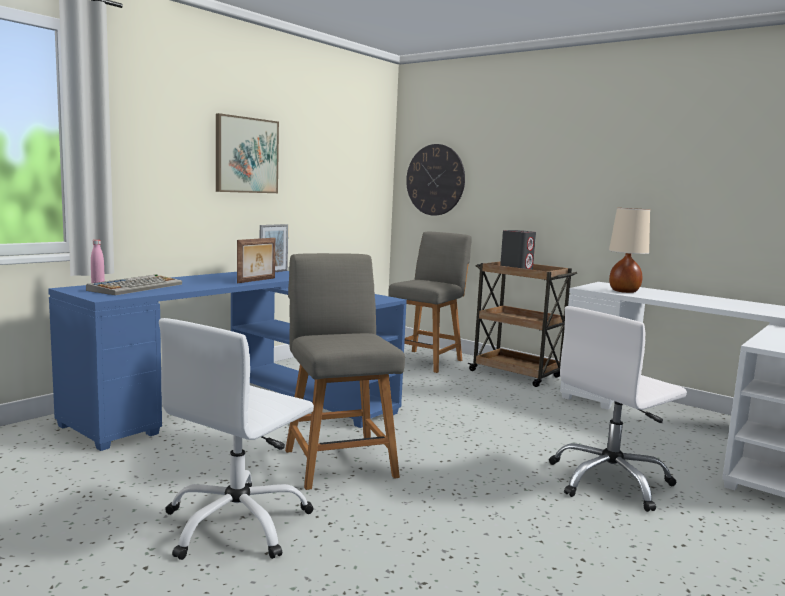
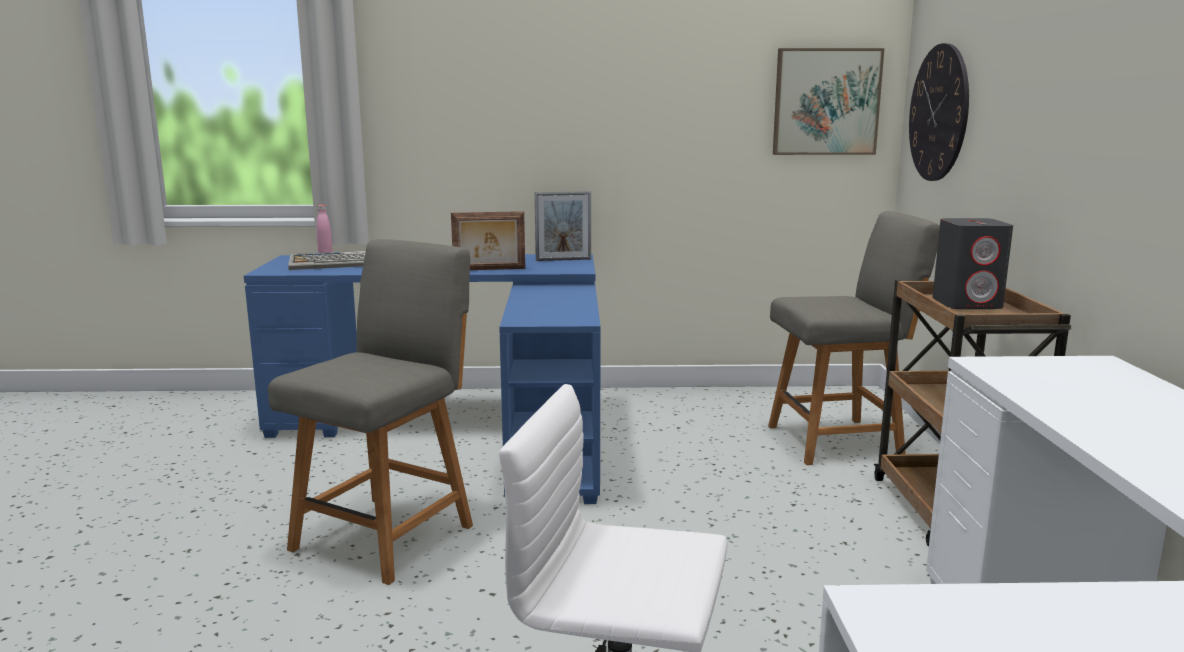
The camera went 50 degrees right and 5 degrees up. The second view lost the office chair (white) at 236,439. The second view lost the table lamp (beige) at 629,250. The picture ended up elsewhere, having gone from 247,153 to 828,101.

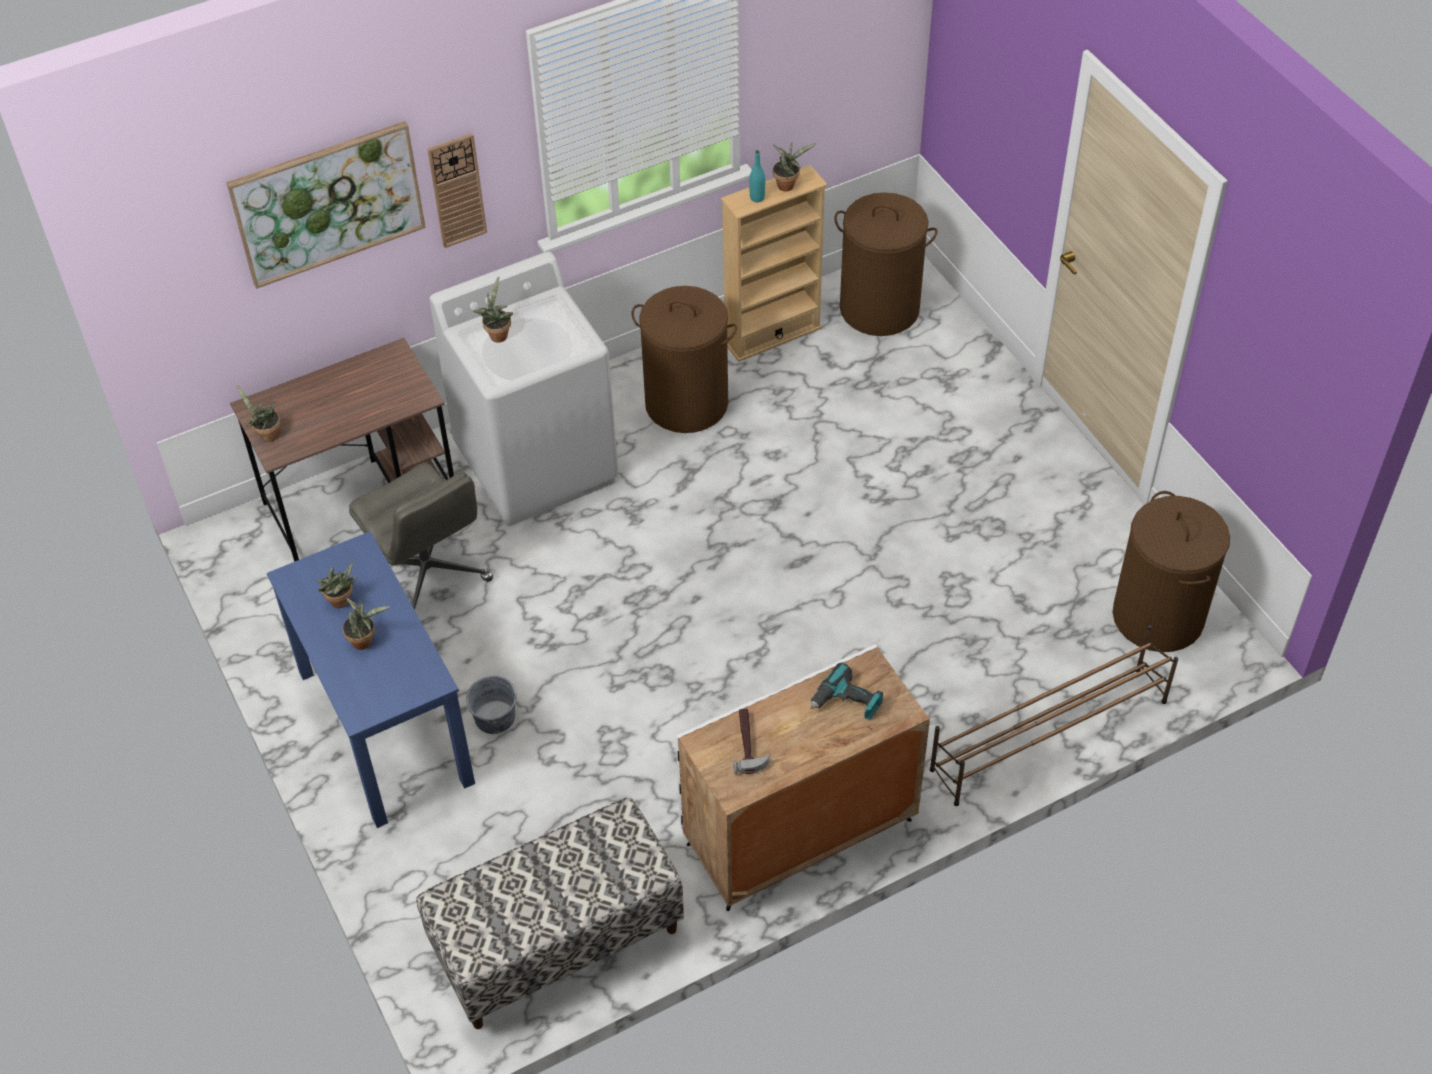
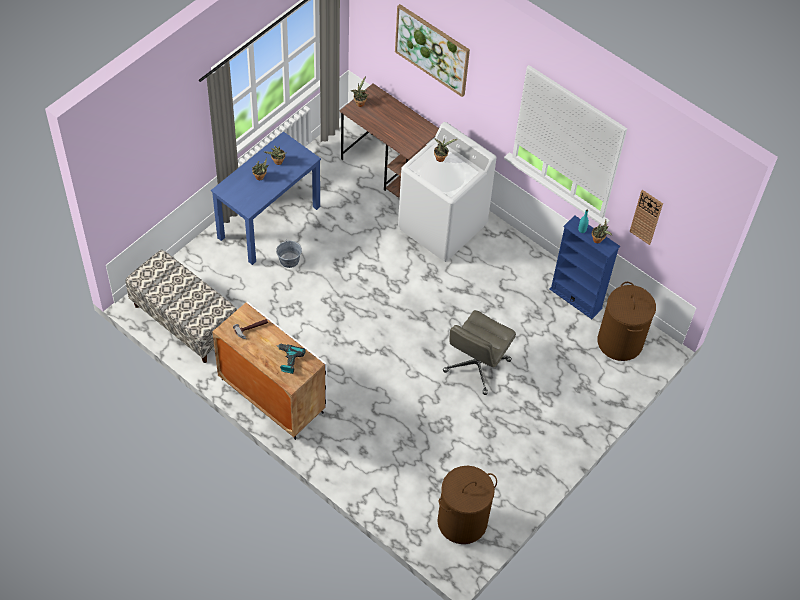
The camera went 65 degrees right and 5 degrees up. The second view lost the laundry basket (brown) at 684,359. The second view lost the shoe rack (brown) at 1054,715. The office chair (grey) ended up elsewhere, having gone from 421,536 to 479,352. The wall clock ended up elsewhere, having gone from 457,190 to 646,217. What was the bookcase (beige) at 774,263 turned into the bookcase (blue) at 585,267.

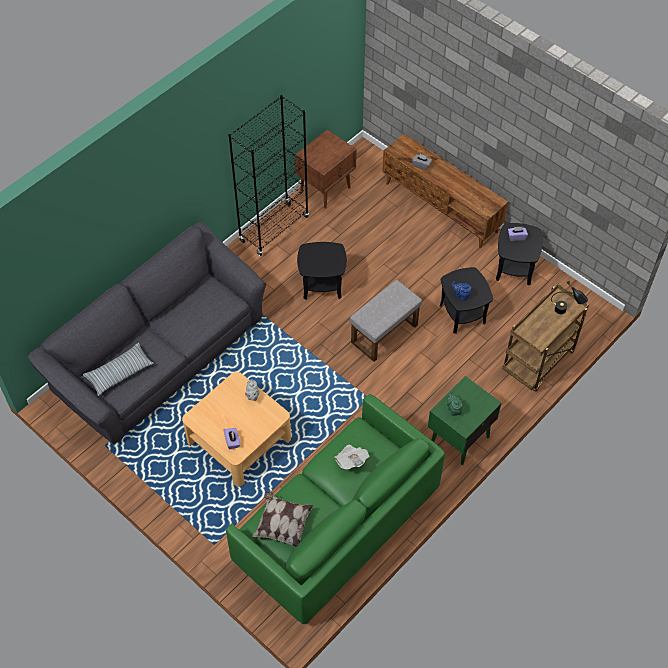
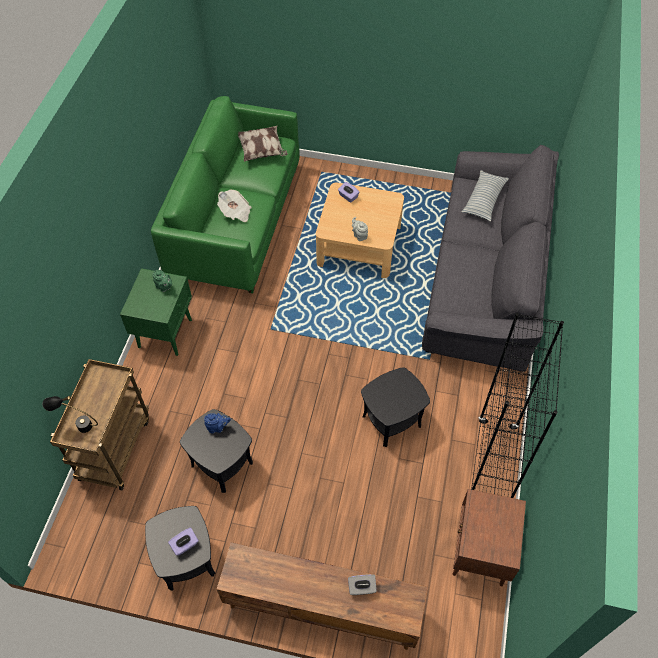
The camera went 150 degrees right and 0 degrees up. The second view lost the ottoman (grey) at 386,321.

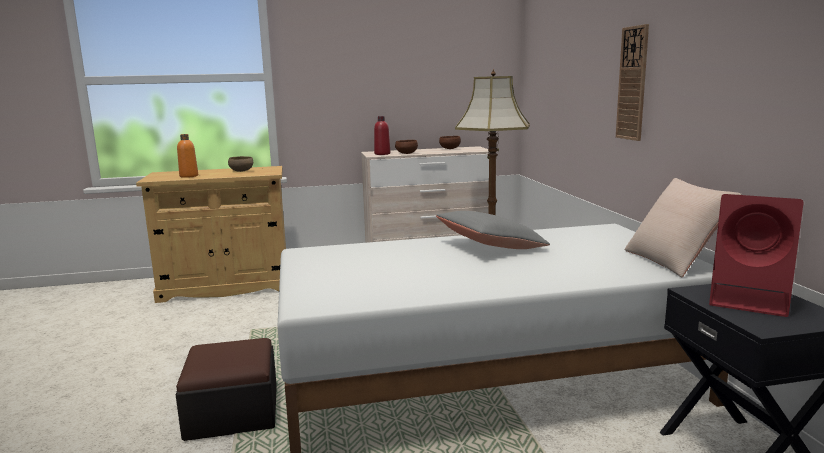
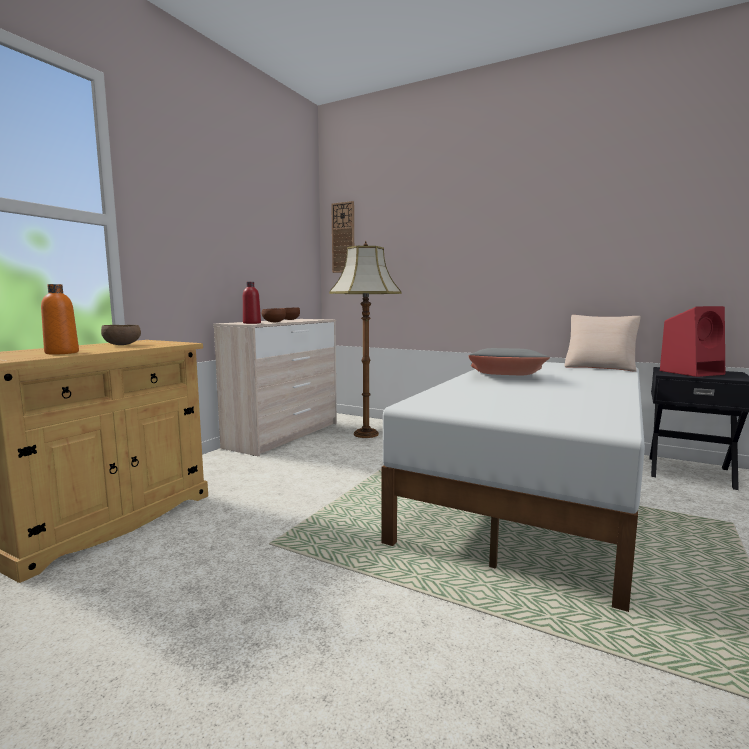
The camera went 50 degrees left and 5 degrees down. The second view lost the ottoman at 226,389. The wall clock ended up elsewhere, having gone from 632,82 to 342,237.

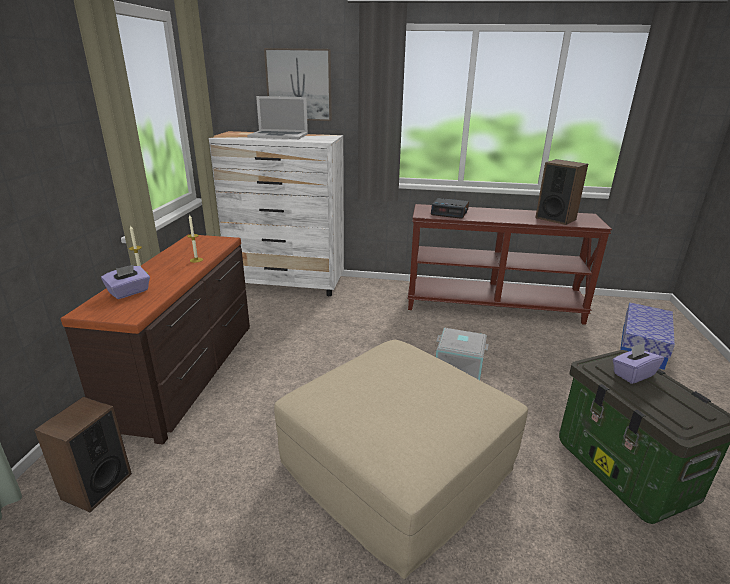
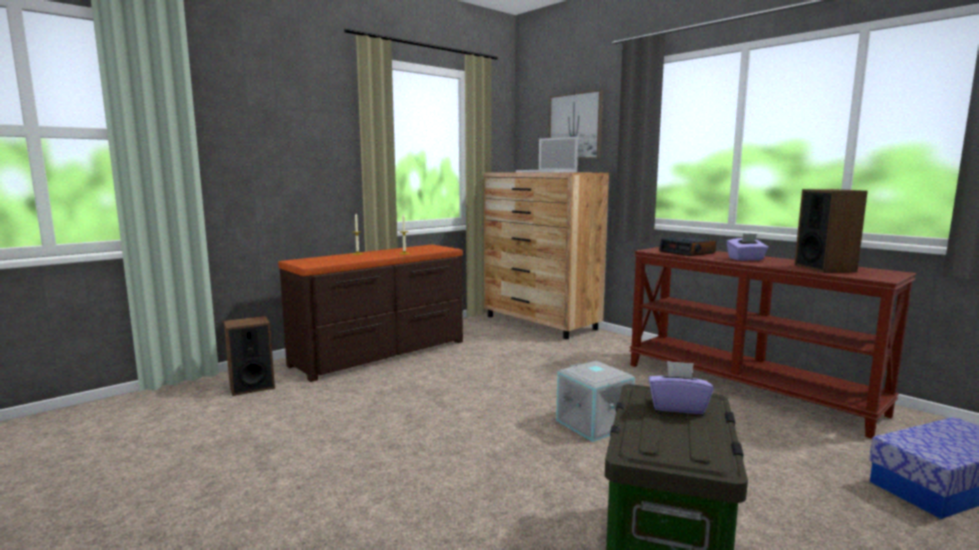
The camera went 40 degrees right and 15 degrees down. The second view lost the ottoman (beige) at 401,459. The tissue box (purple) ended up elsewhere, having gone from 125,281 to 747,247. What was the dresser (white) at 276,213 turned into the dresser (brown) at 546,255.

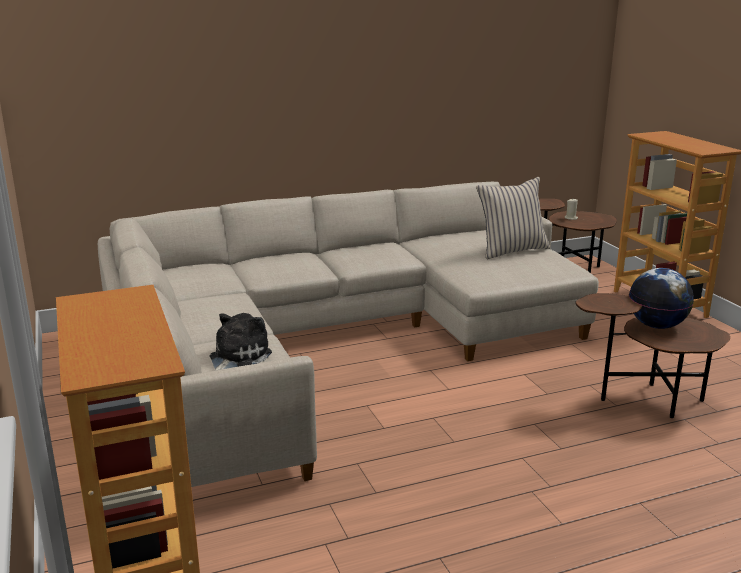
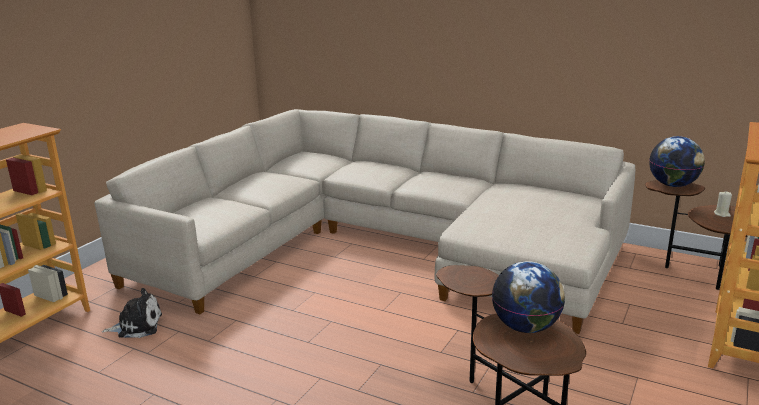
The camera went 50 degrees right and 0 degrees up. The second view lost the pillow (beige) at 513,218. The second view gained the globe at 677,161. The plush toy ended up elsewhere, having gone from 241,342 to 132,313.

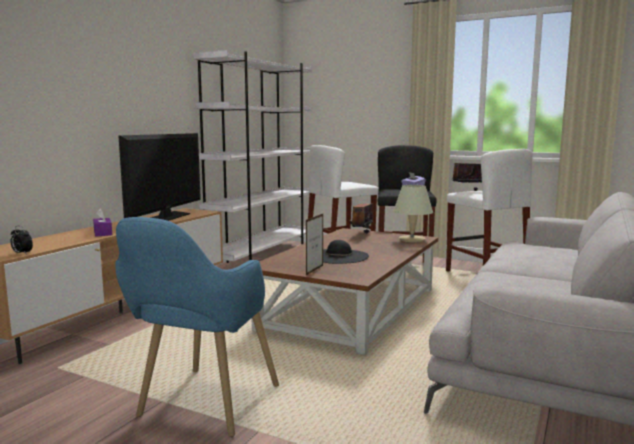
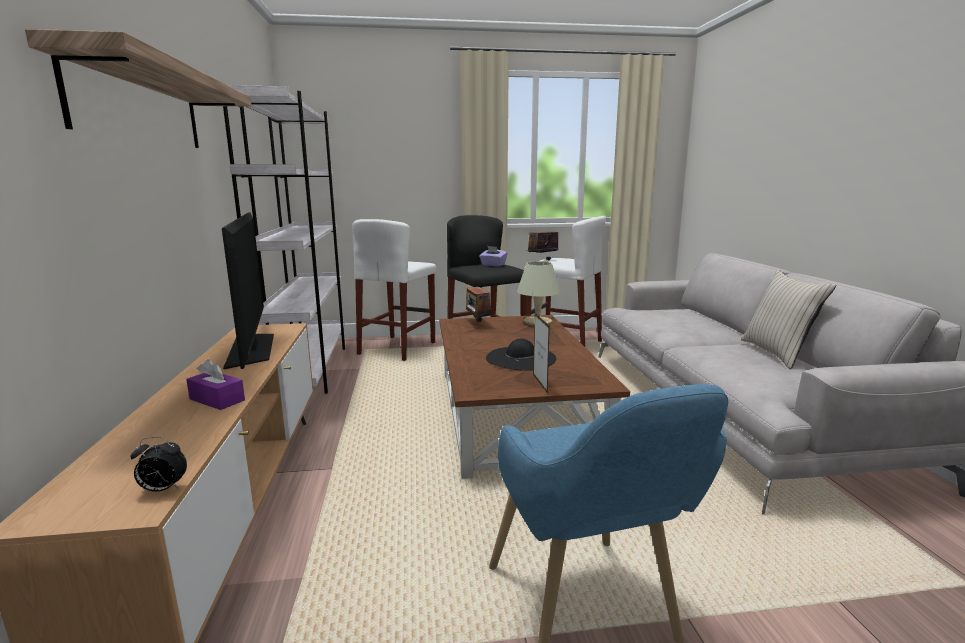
The camera went 35 degrees left and 5 degrees up. The second view gained the shelf at 138,88. The second view gained the pillow (beige) at 788,319.

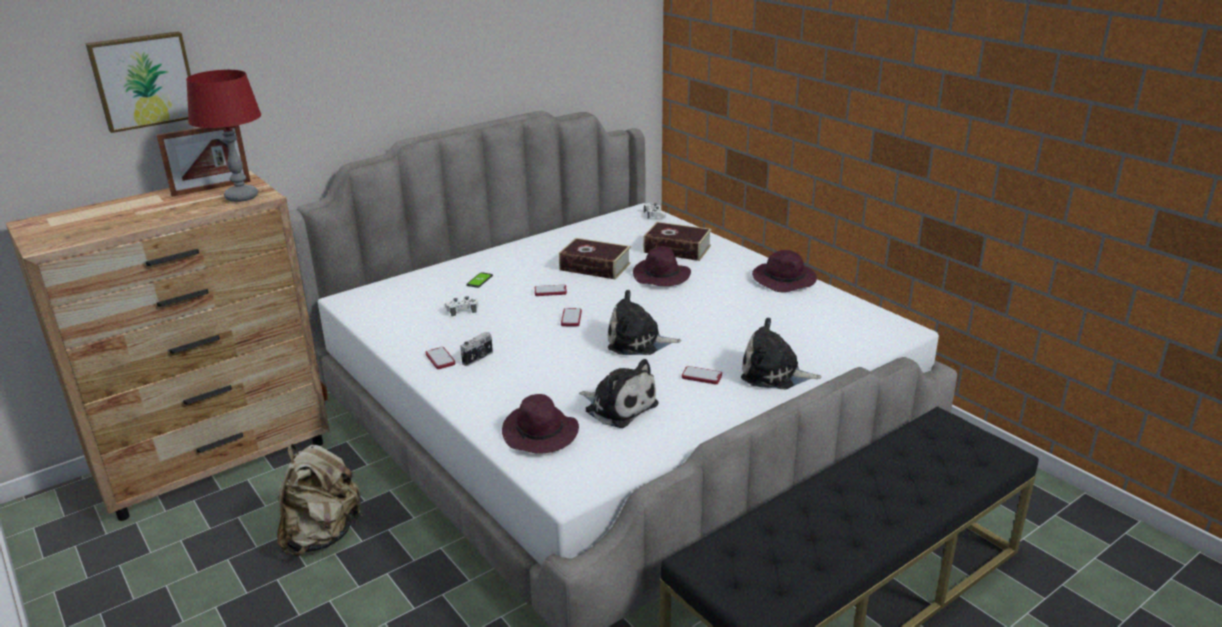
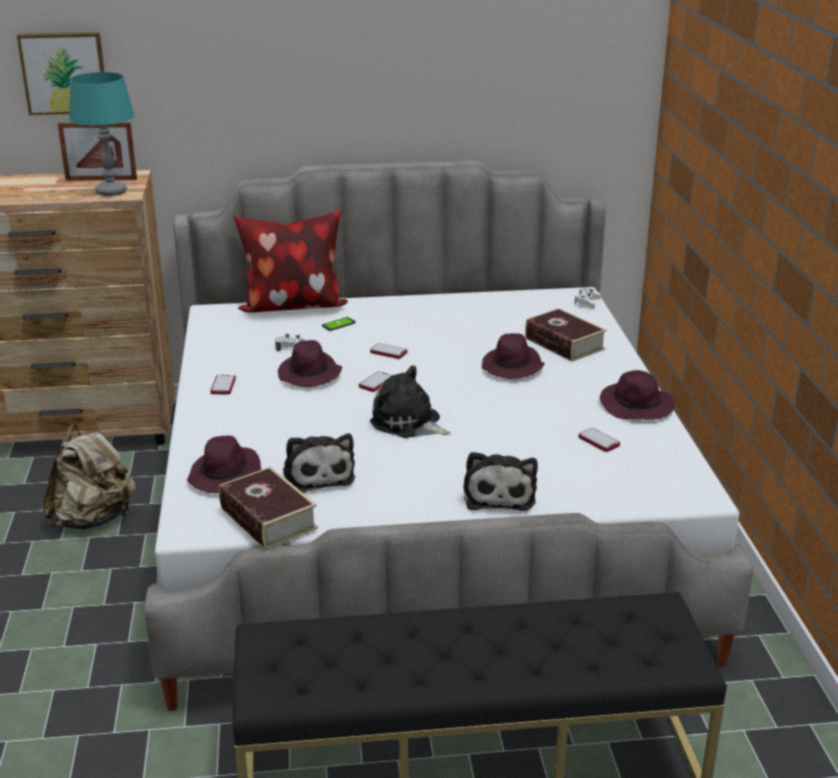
The camera went 30 degrees right and 0 degrees up. The second view lost the photo camera at 477,349. The second view gained the pillow at 290,261. The second view gained the hat (purple) at 310,363. The book ended up elsewhere, having gone from 595,259 to 268,508. The phone ended up elsewhere, having gone from 702,375 to 599,440. What was the table lamp (red) at 223,136 turned into the table lamp (turquoise) at 102,134. The plush toy at 781,353 ended up facing another way, 135 degrees counterclockwise from before.

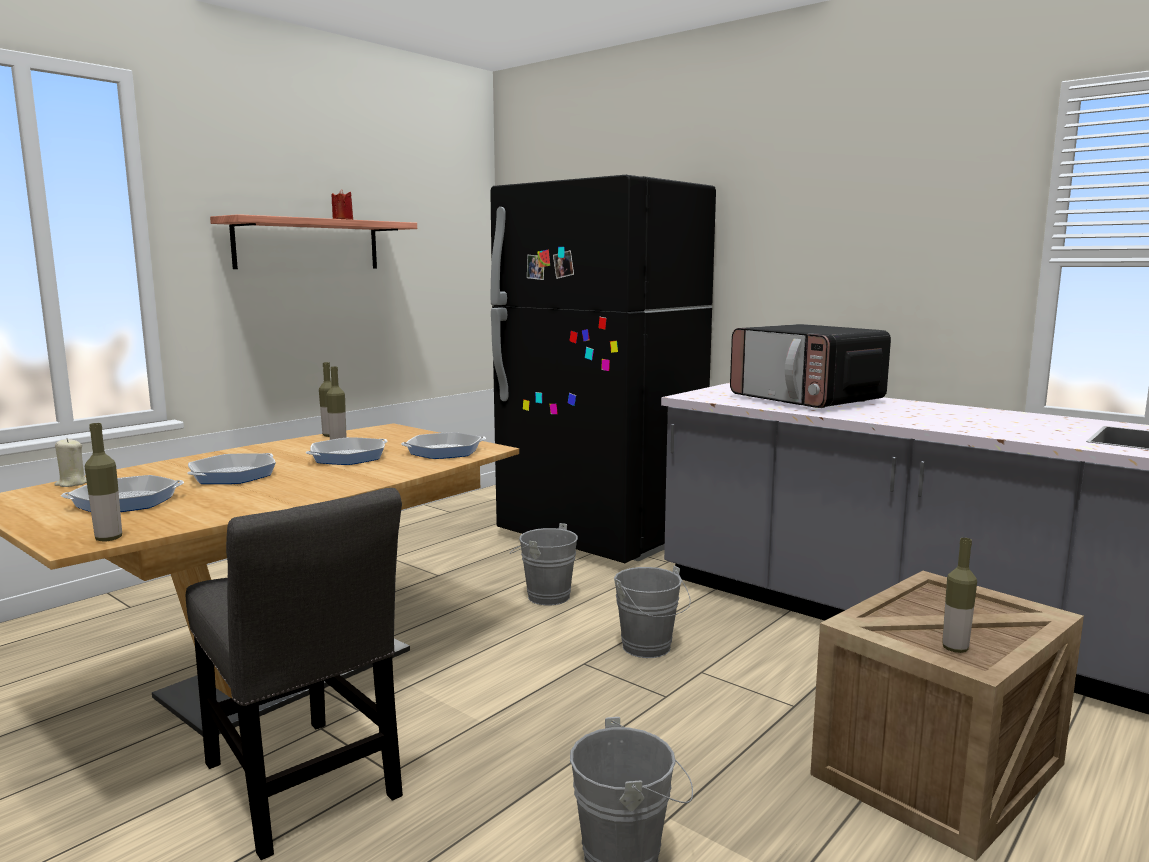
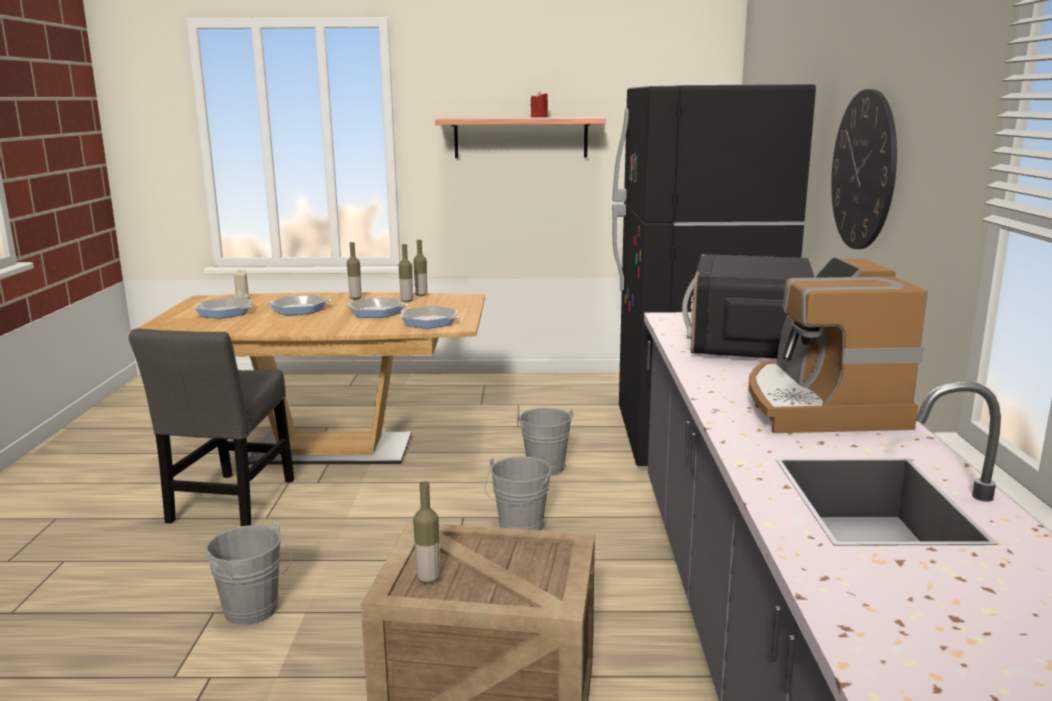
The camera went 50 degrees right and 5 degrees up. The second view gained the coffee machine at 838,345. The second view gained the wall clock at 864,169. The bottle ended up elsewhere, having gone from 103,482 to 354,270.

